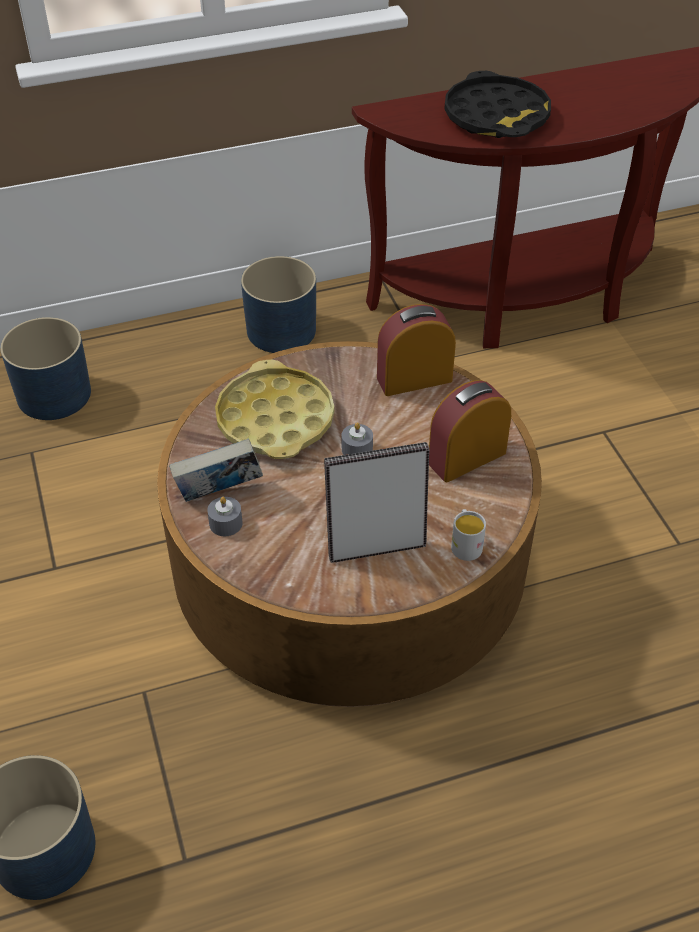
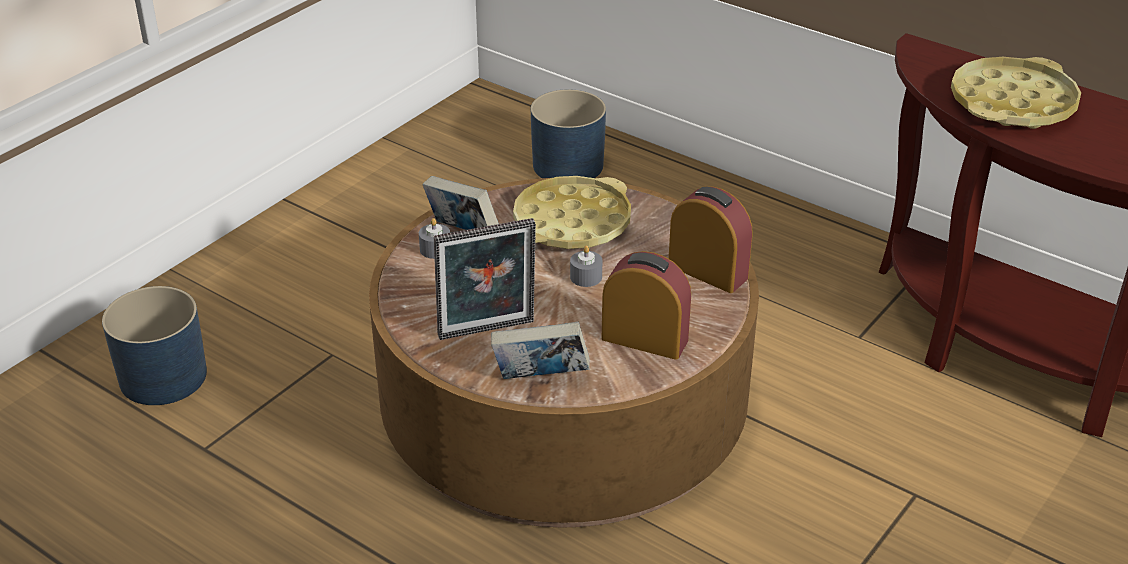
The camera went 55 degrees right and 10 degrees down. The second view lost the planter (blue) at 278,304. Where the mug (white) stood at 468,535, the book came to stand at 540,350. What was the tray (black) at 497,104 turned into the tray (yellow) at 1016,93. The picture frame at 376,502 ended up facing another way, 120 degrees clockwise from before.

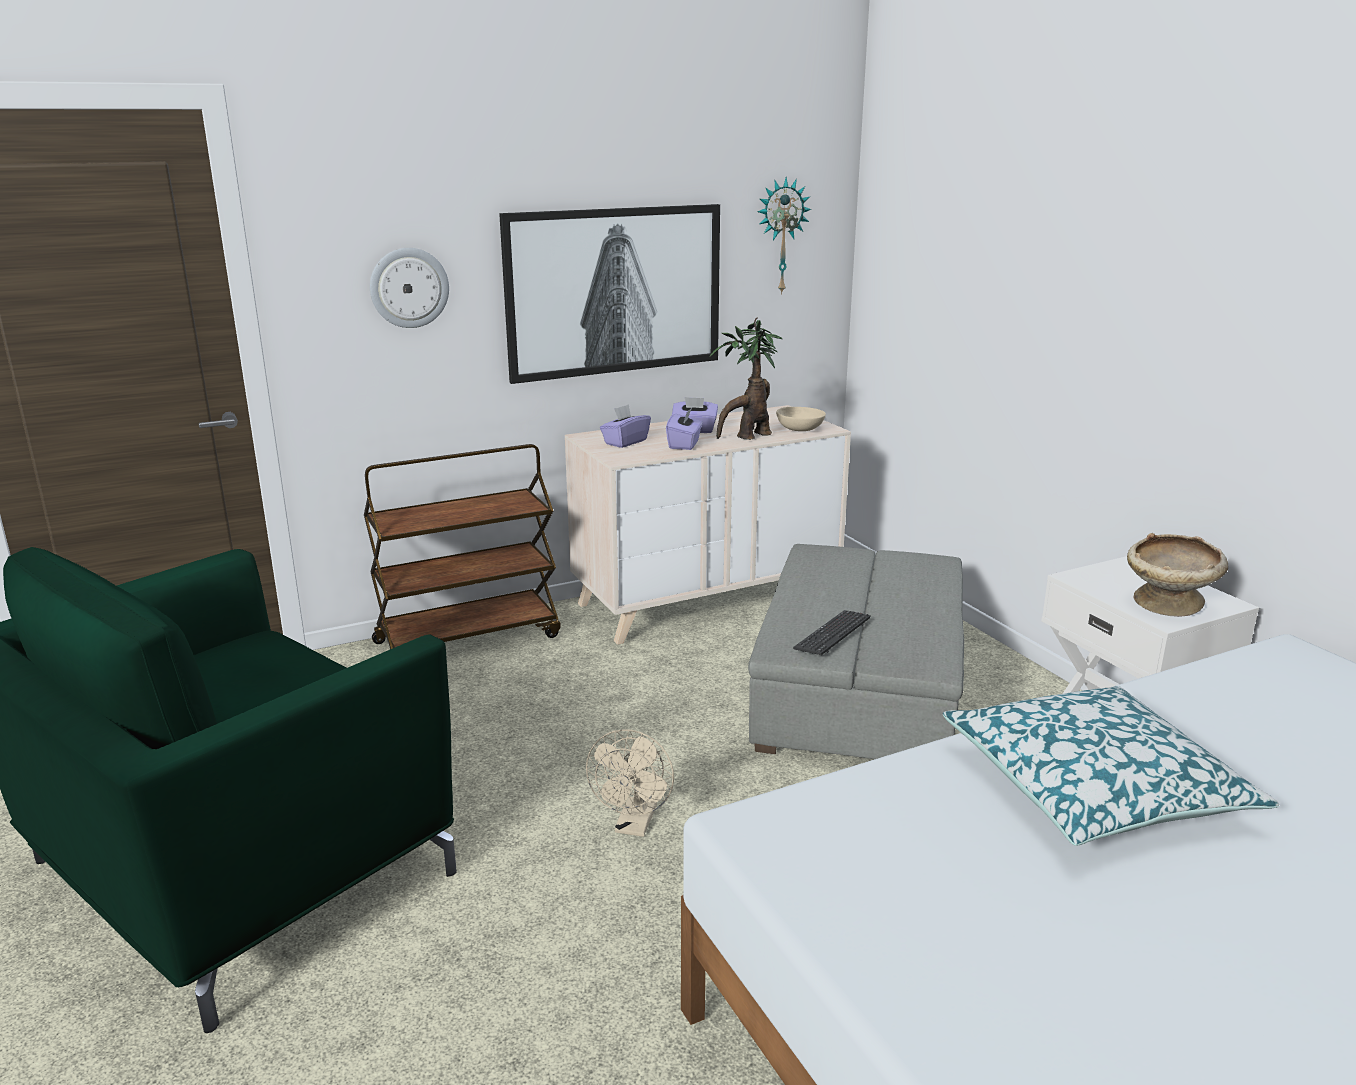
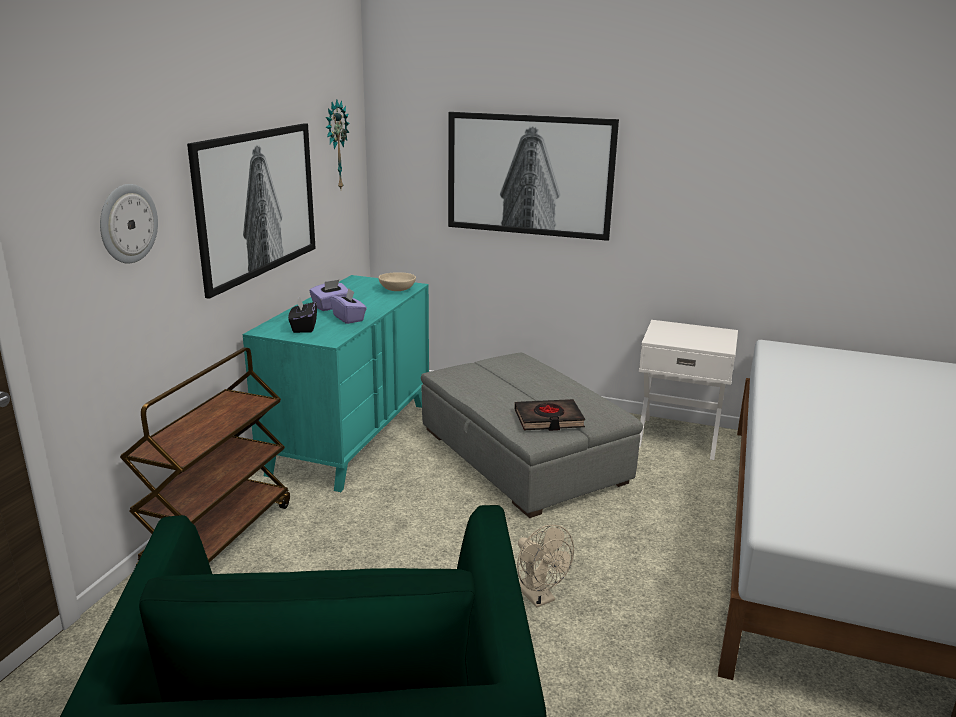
The camera went 45 degrees left and 0 degrees up. The second view lost the potted plant at 746,378. The second view lost the pillow at 1111,766. The second view lost the bowl (beige) at 1177,575. The second view gained the picture at 533,176. Where the keyboard stood at 832,632, the book (black) came to stand at 549,415. What was the dresser (beige) at 708,525 turned into the dresser (turquoise) at 336,383. What was the tissue box (purple) at 625,426 turned into the tissue box (black) at 302,314.

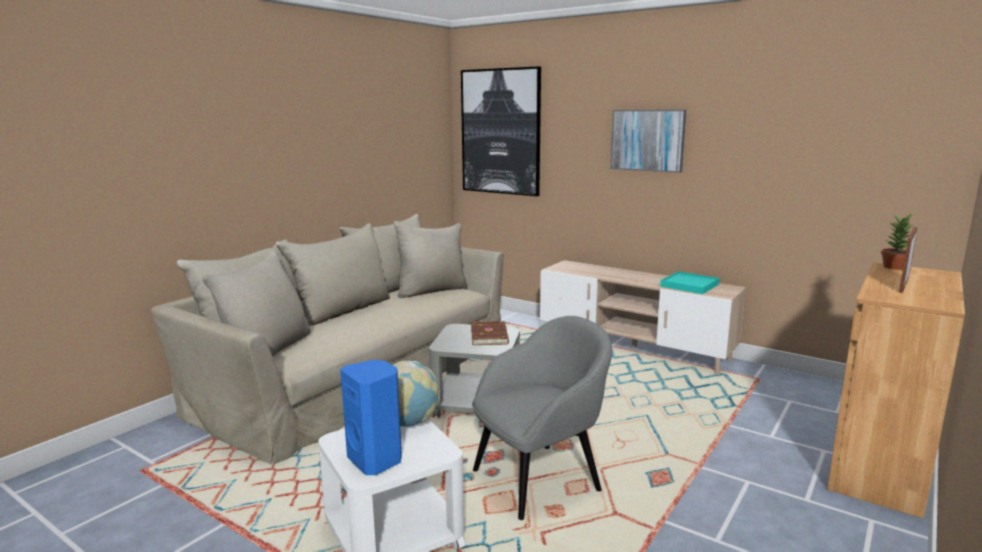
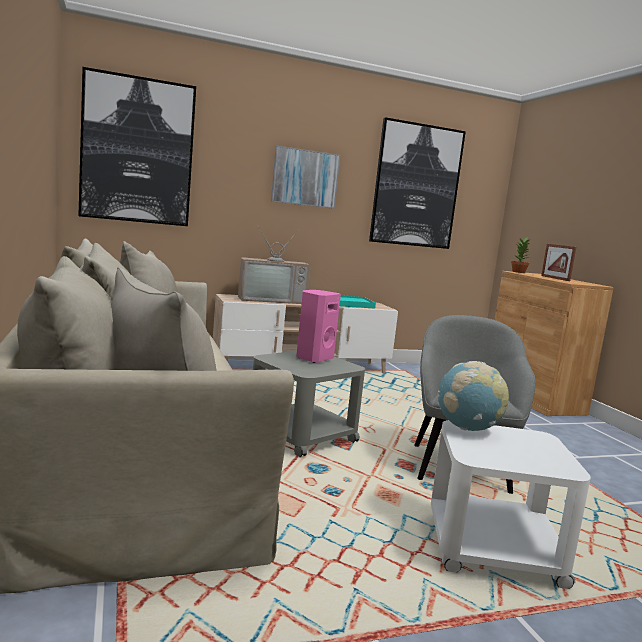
The camera went 55 degrees left and 5 degrees down. The second view lost the speaker (blue) at 371,417. The second view gained the television at 274,264. The second view gained the picture at 417,183. Where the book (brown) stood at 490,333, the speaker (pink) came to stand at 318,326.

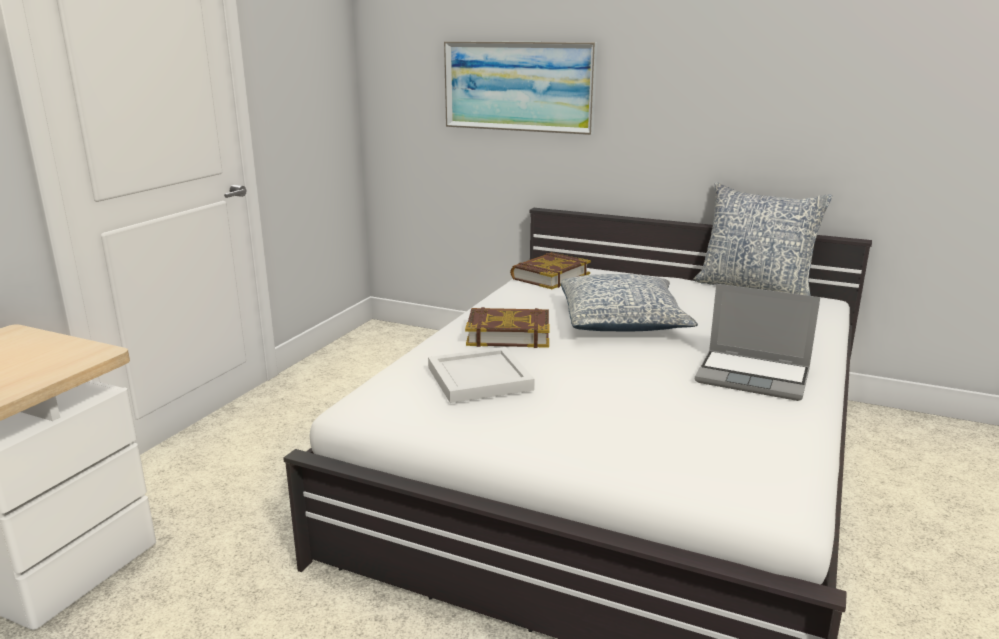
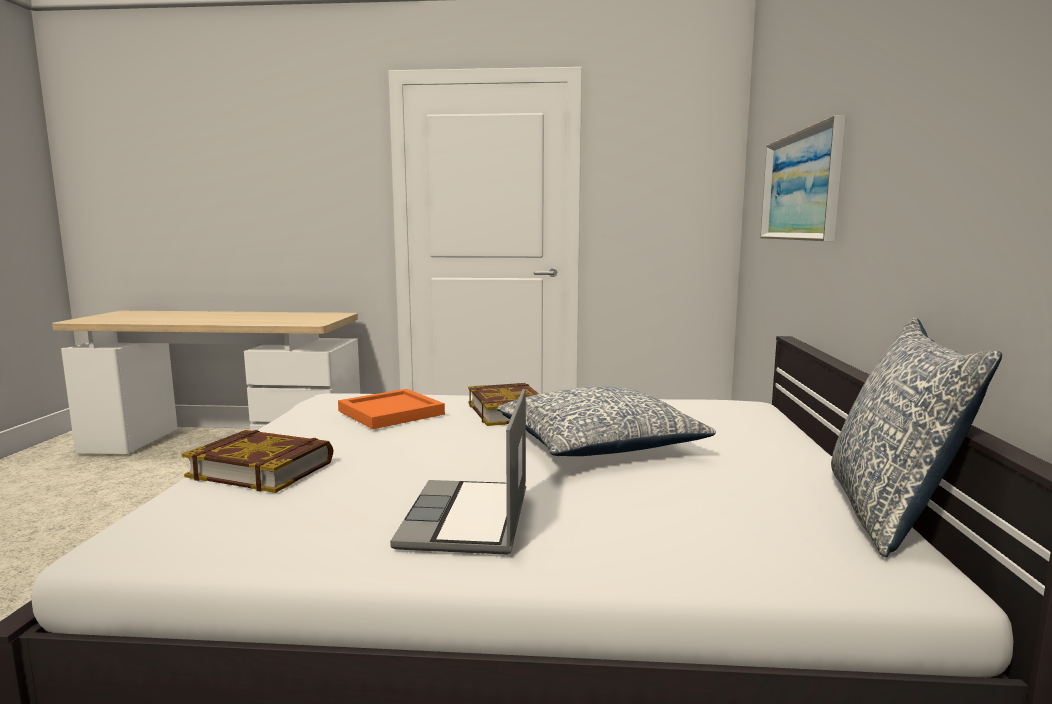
The camera went 70 degrees right and 10 degrees down. The book ended up elsewhere, having gone from 550,270 to 258,461. What was the tray (white) at 481,375 turned into the tray (orange) at 391,409.

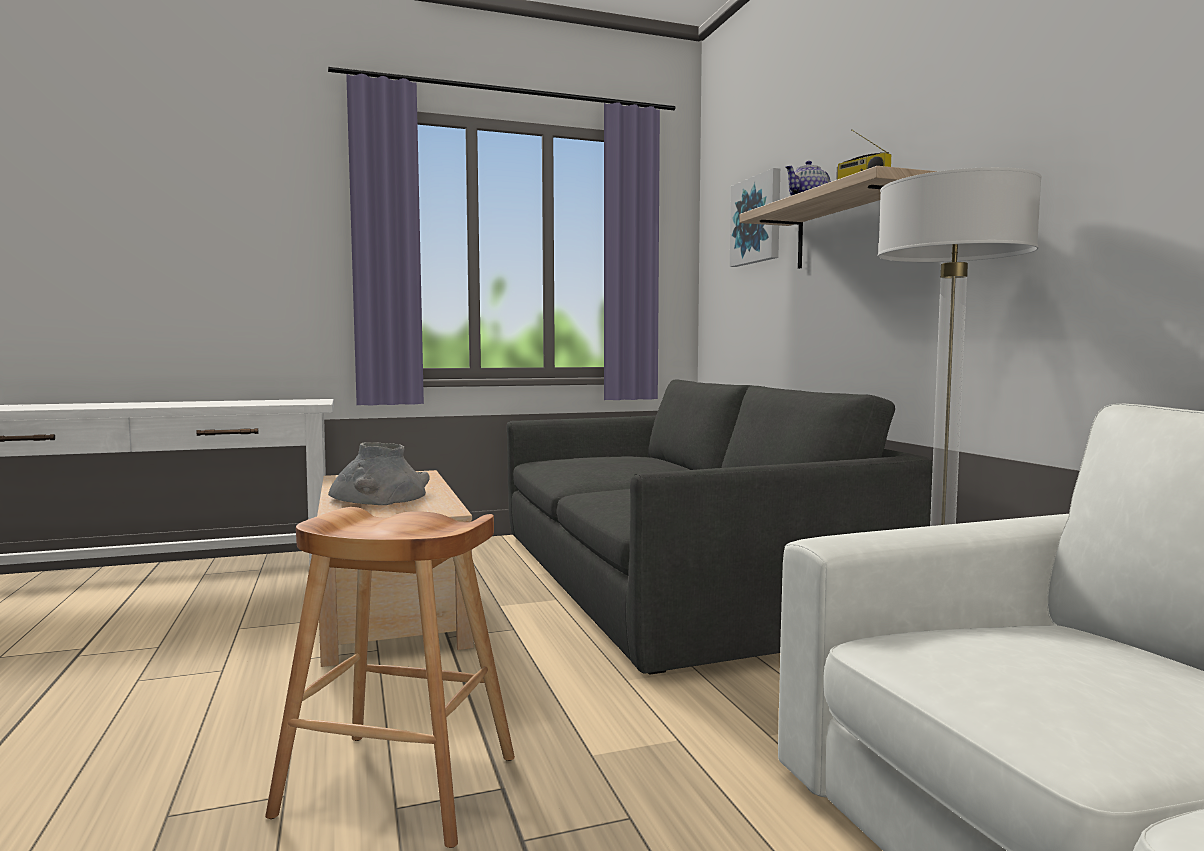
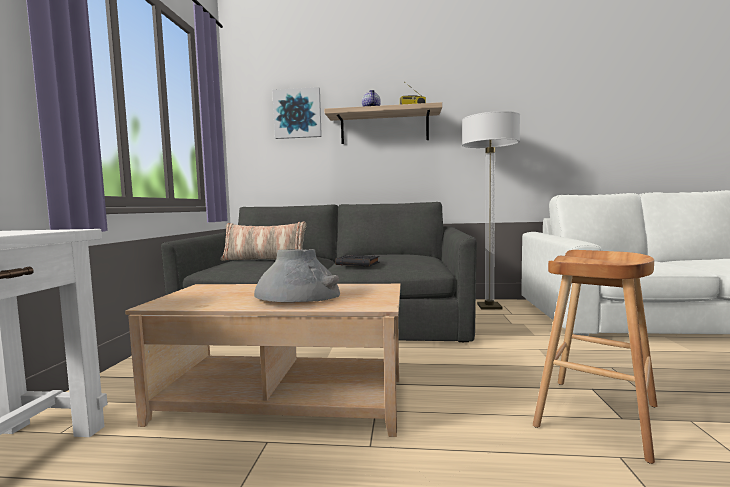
The camera went 65 degrees left and 0 degrees up. The second view gained the pillow at 263,241. The second view gained the book (black) at 357,260.

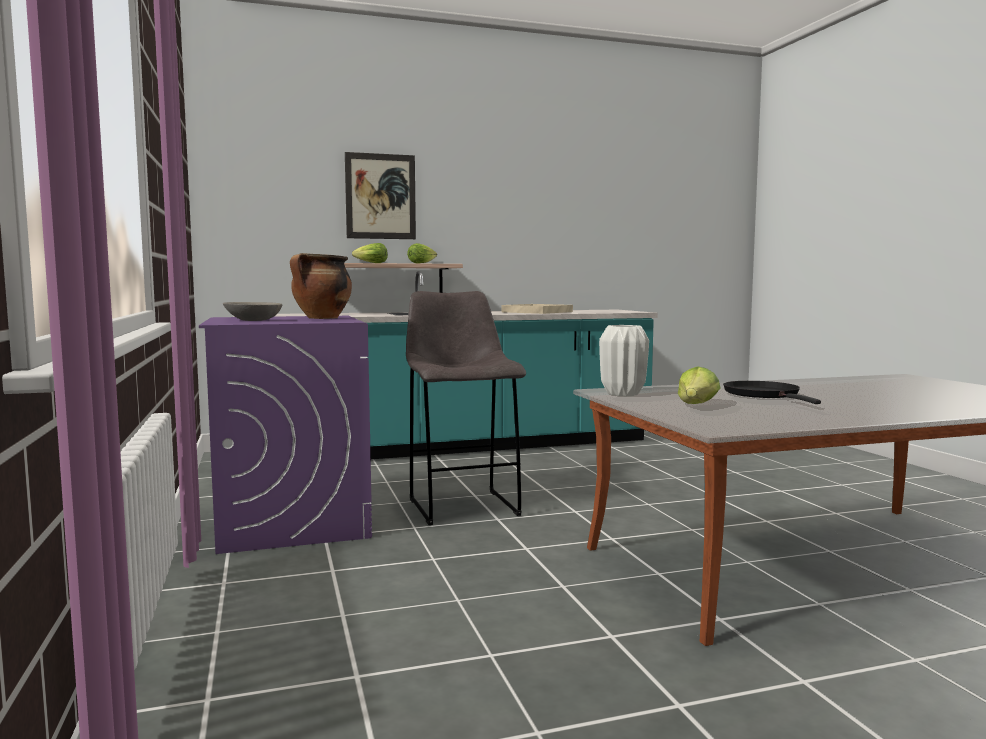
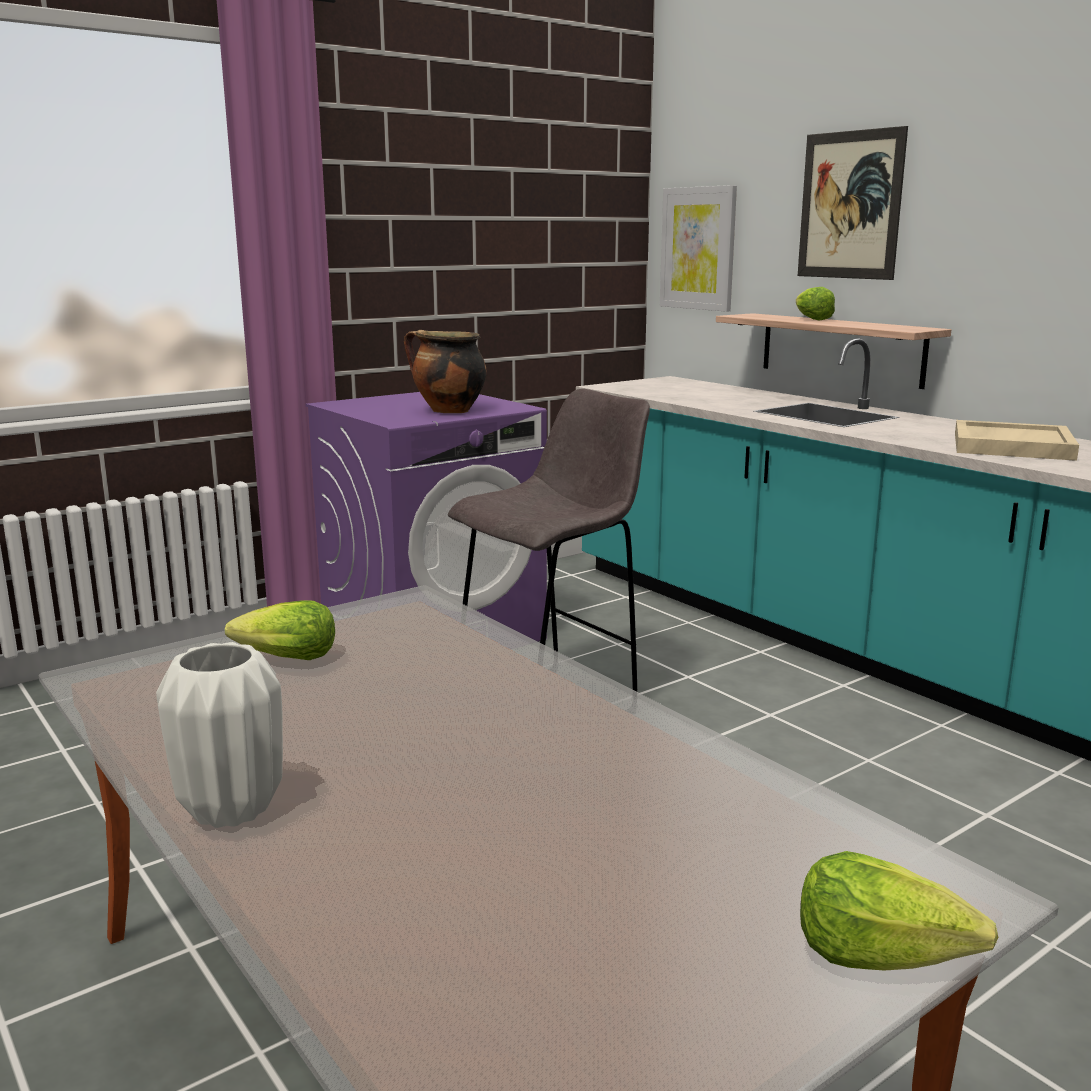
The camera went 70 degrees right and 10 degrees up. The second view lost the bowl (grey) at 253,311. The second view lost the frying pan (black) at 772,392. The second view gained the picture at 698,248. The lettuce ended up elsewhere, having gone from 422,253 to 899,911. The vase (white) ended up elsewhere, having gone from 624,360 to 219,735.

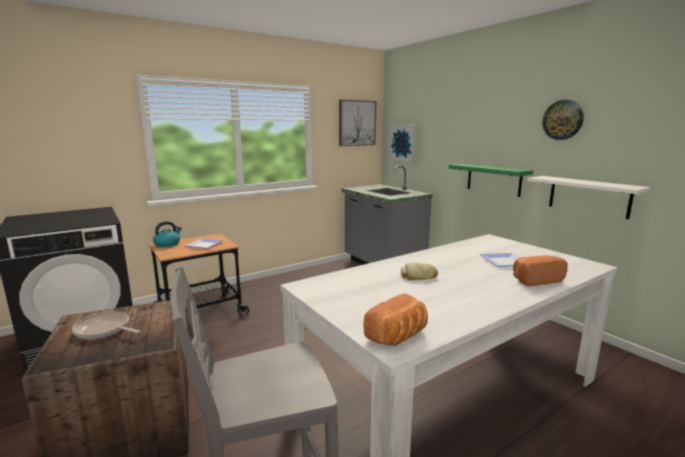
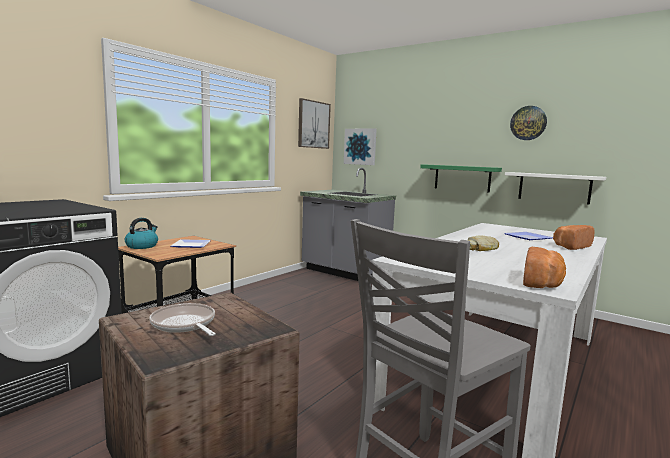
The camera went 20 degrees left and 5 degrees down. The frying pan at 106,325 ended up facing another way, 45 degrees clockwise from before.

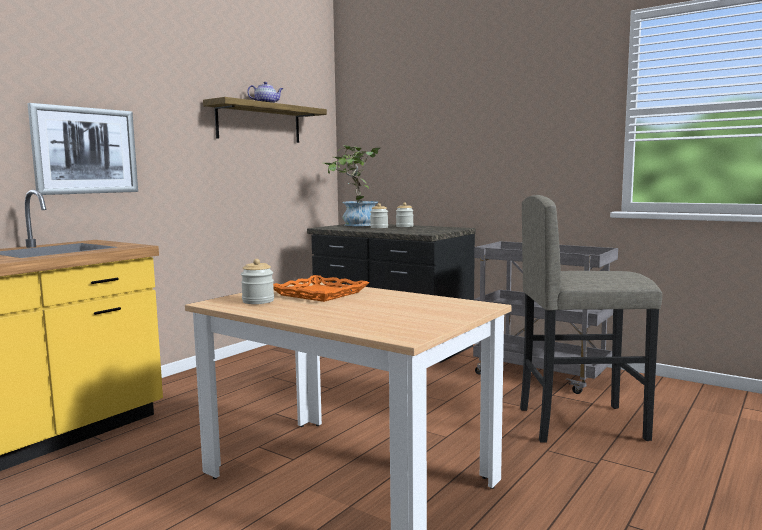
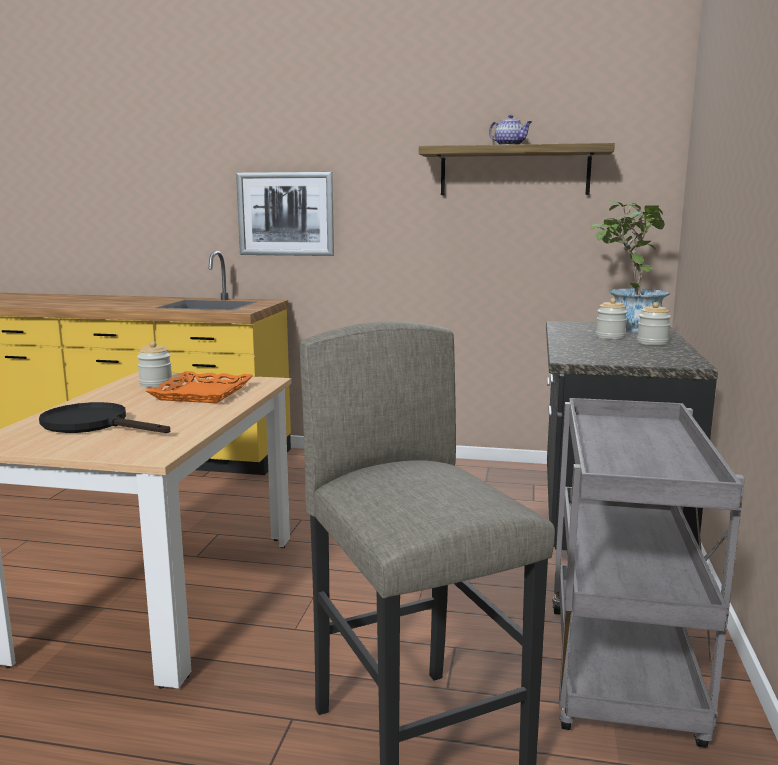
The camera went 65 degrees right and 5 degrees up. The second view gained the frying pan (black) at 104,417.

